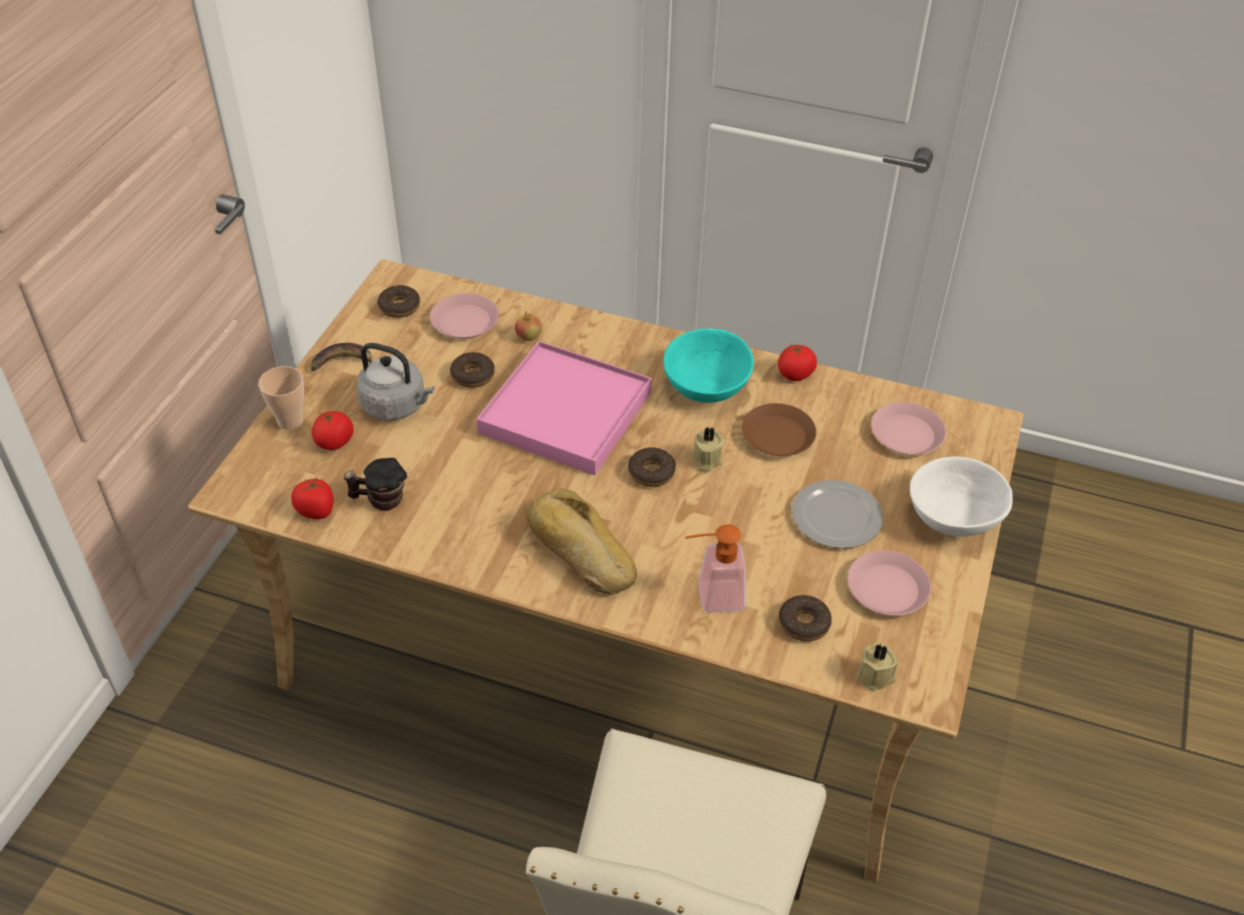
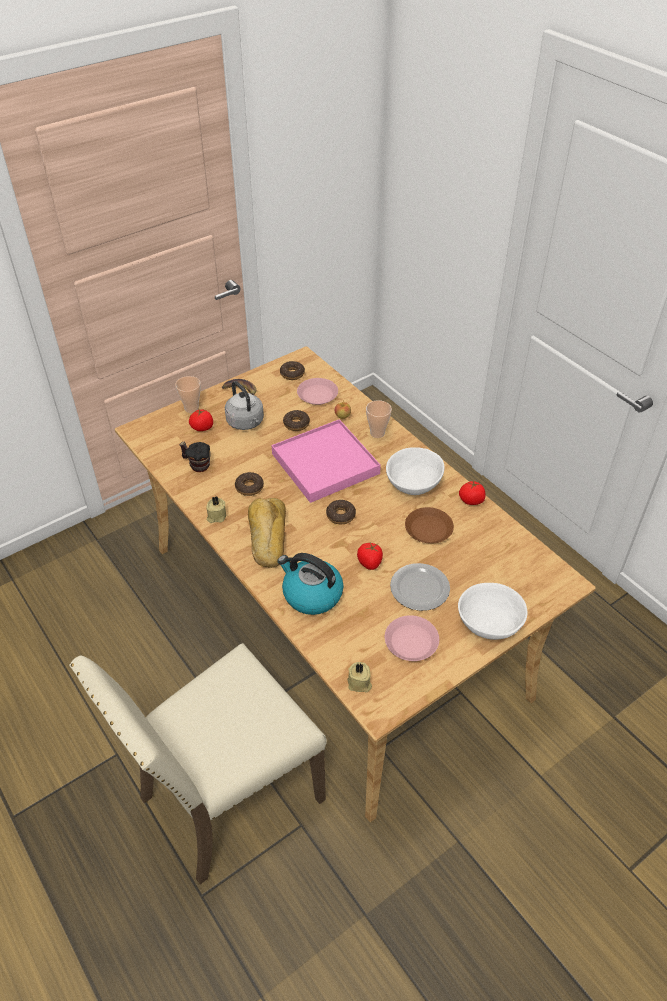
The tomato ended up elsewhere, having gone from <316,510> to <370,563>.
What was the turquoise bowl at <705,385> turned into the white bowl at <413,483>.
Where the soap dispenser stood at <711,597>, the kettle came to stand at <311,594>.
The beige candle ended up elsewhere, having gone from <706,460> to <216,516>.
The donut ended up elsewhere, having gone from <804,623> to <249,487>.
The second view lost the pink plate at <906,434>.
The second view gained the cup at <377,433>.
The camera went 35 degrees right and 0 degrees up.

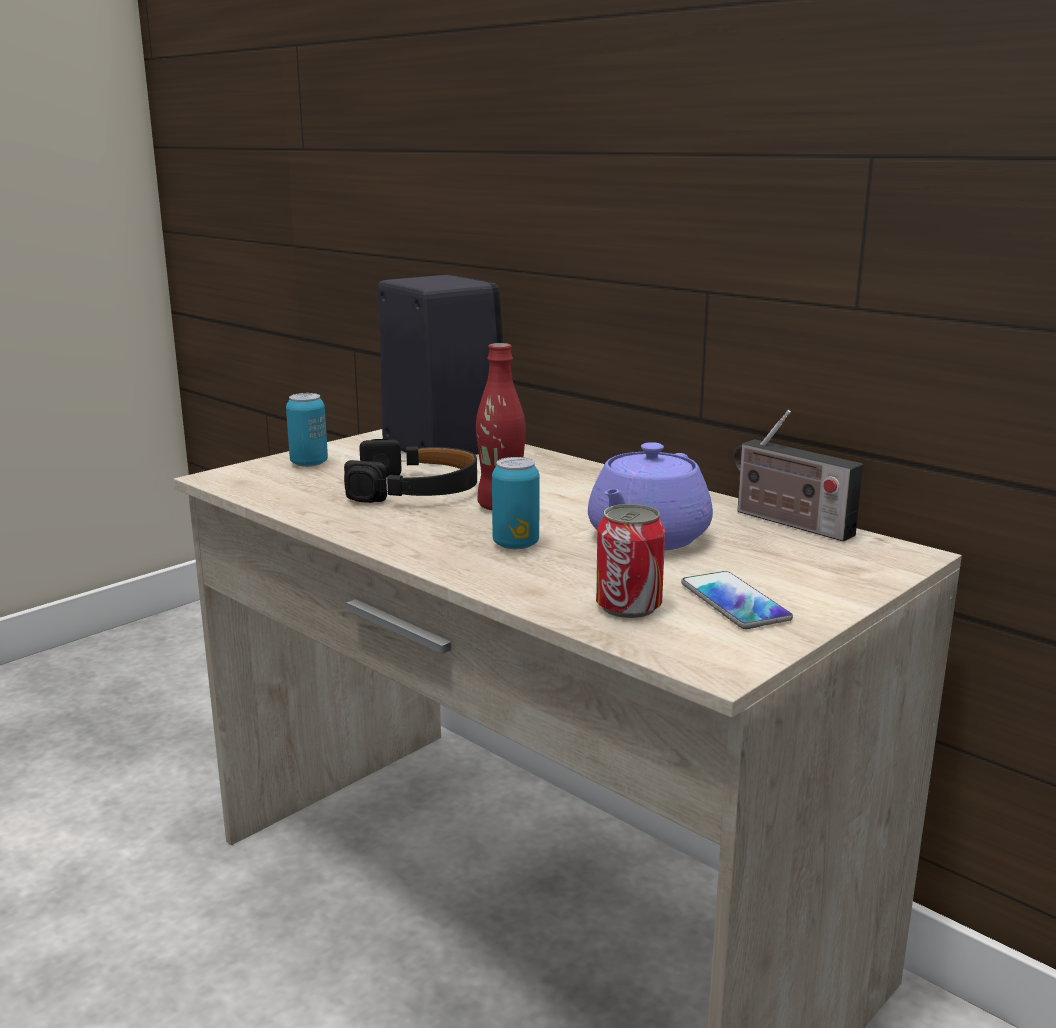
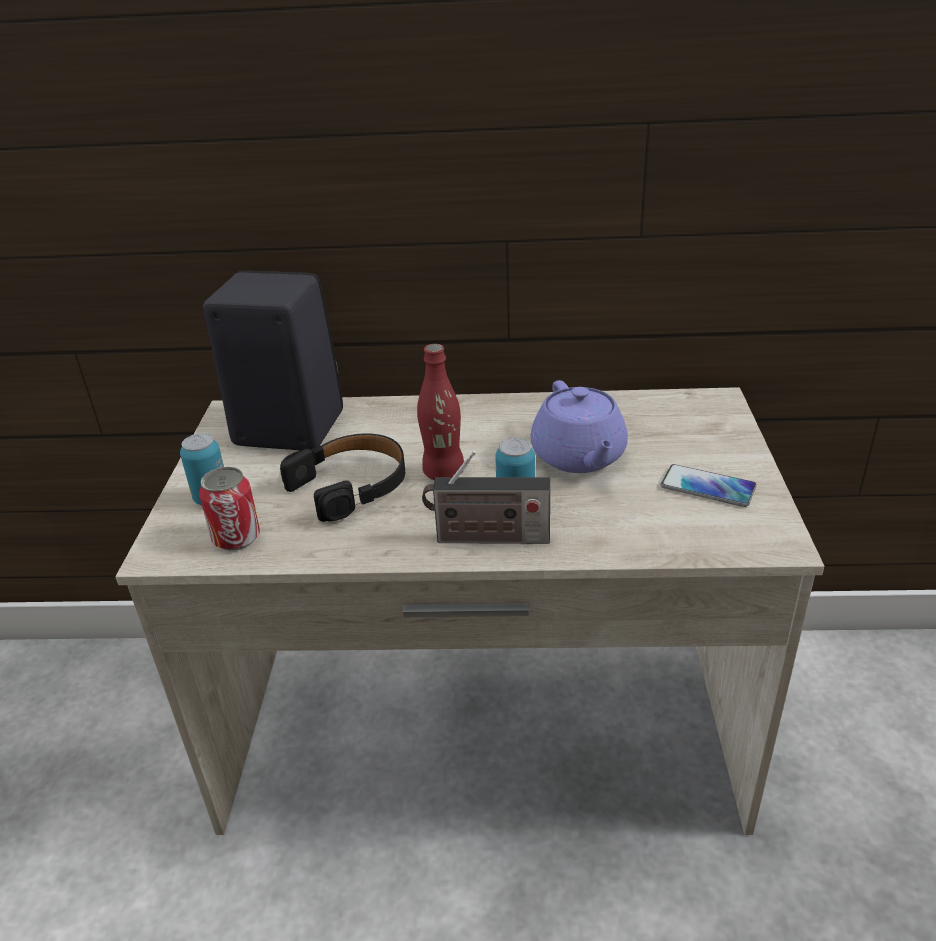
The can ended up elsewhere, having gone from <628,606> to <236,537>.
The radio ended up elsewhere, having gone from <787,522> to <487,538>.
The camera went 40 degrees left and 15 degrees up.

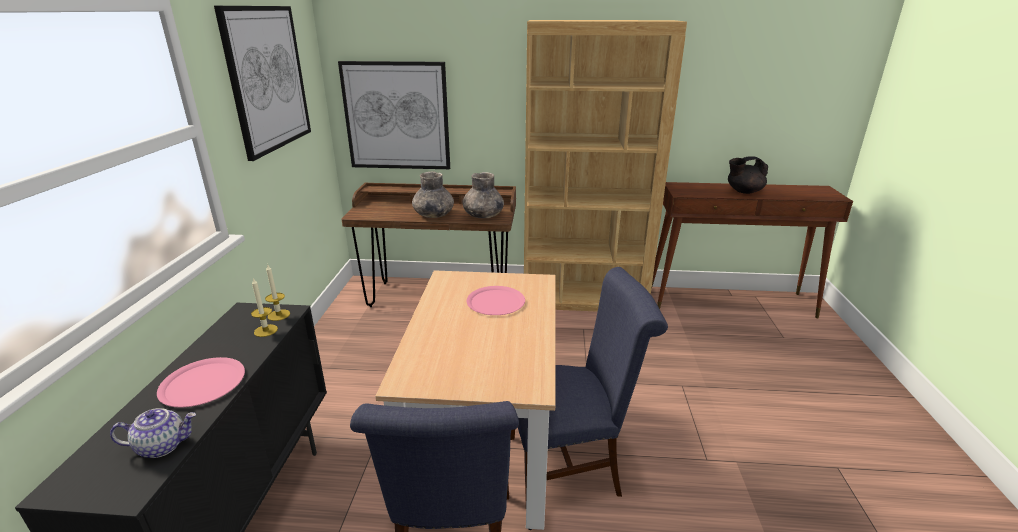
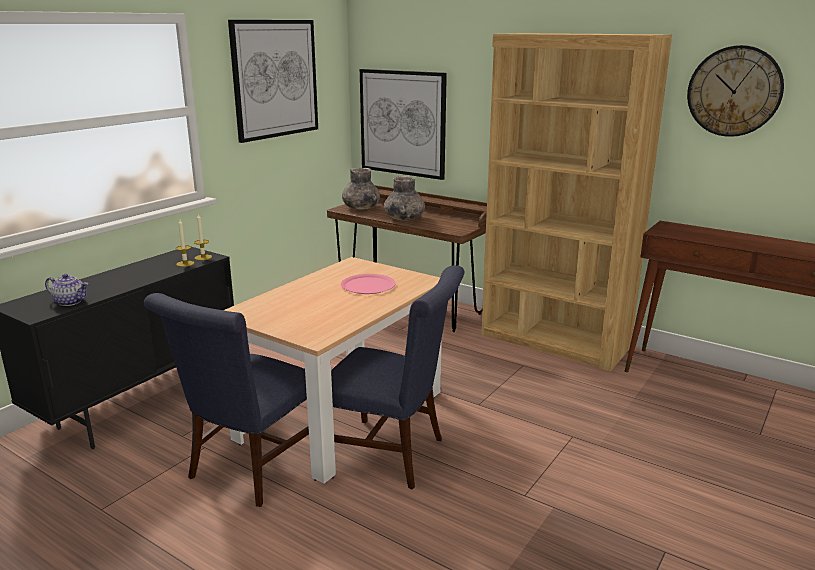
The second view lost the pink plate at <202,383>.
The grey vase ended up elsewhere, having gone from <483,215> to <361,208>.
The second view lost the black teapot at <743,191>.
The second view gained the wall clock at <734,91>.
The camera went 30 degrees right and 5 degrees down.

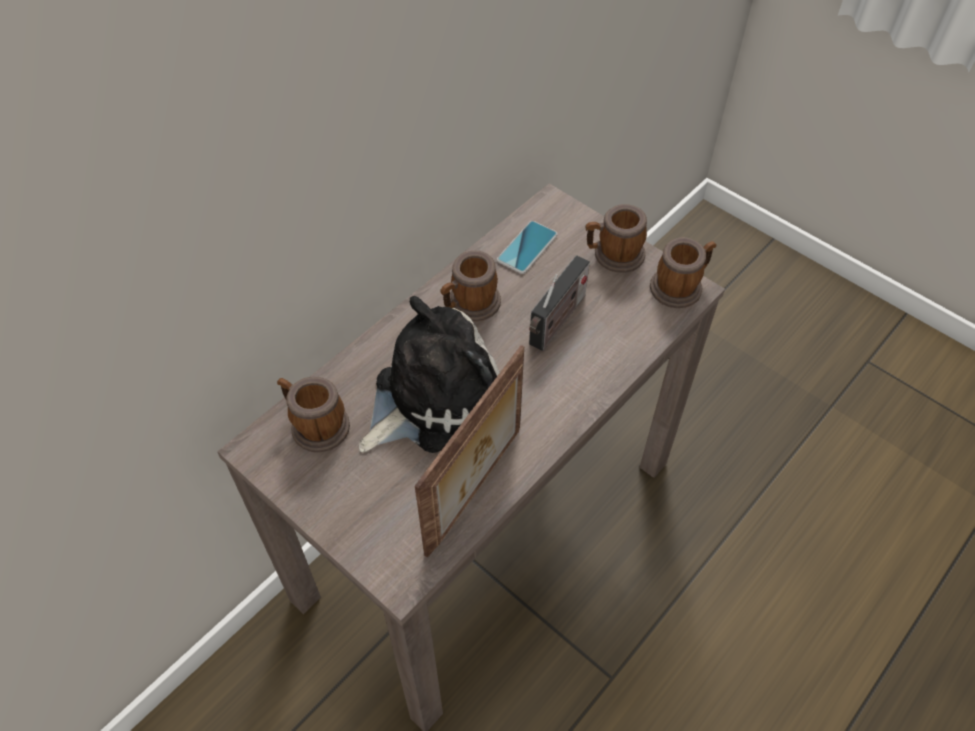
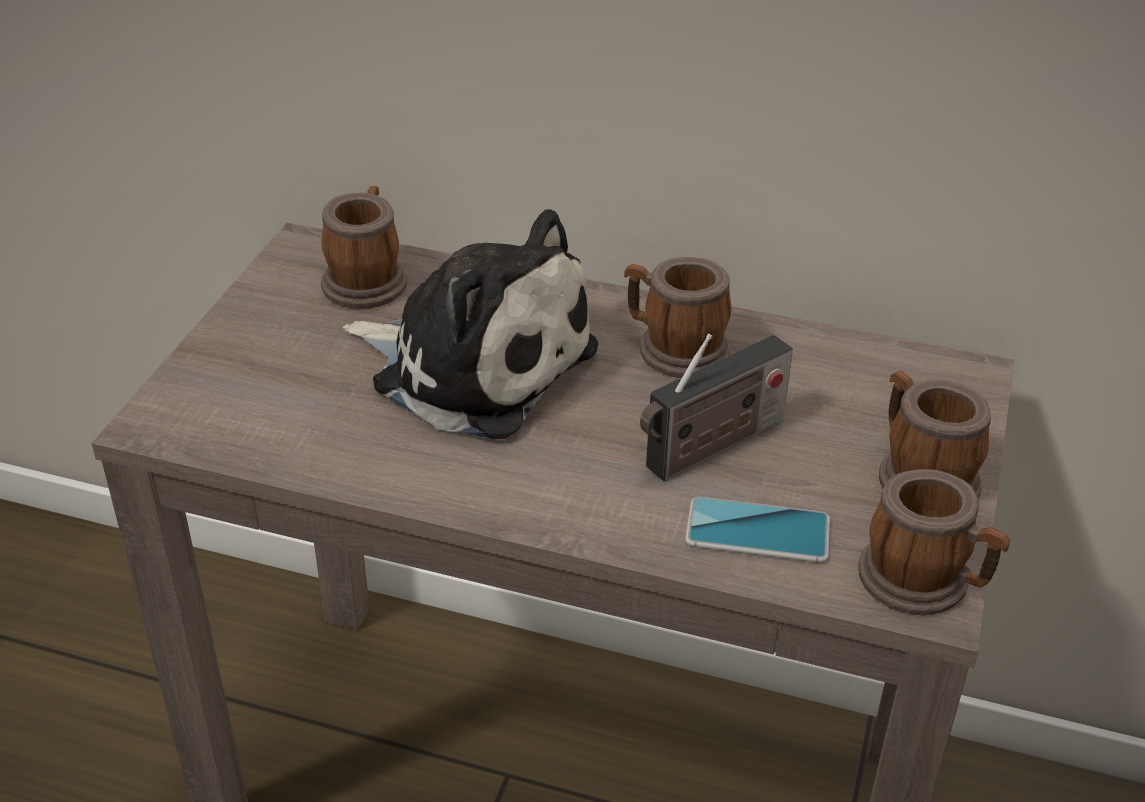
The second view lost the picture frame at <477,489>.
The phone ended up elsewhere, having gone from <527,248> to <757,531>.
The radio at <556,323> ended up facing another way, 45 degrees counterclockwise from before.
The camera went 65 degrees right and 15 degrees down.

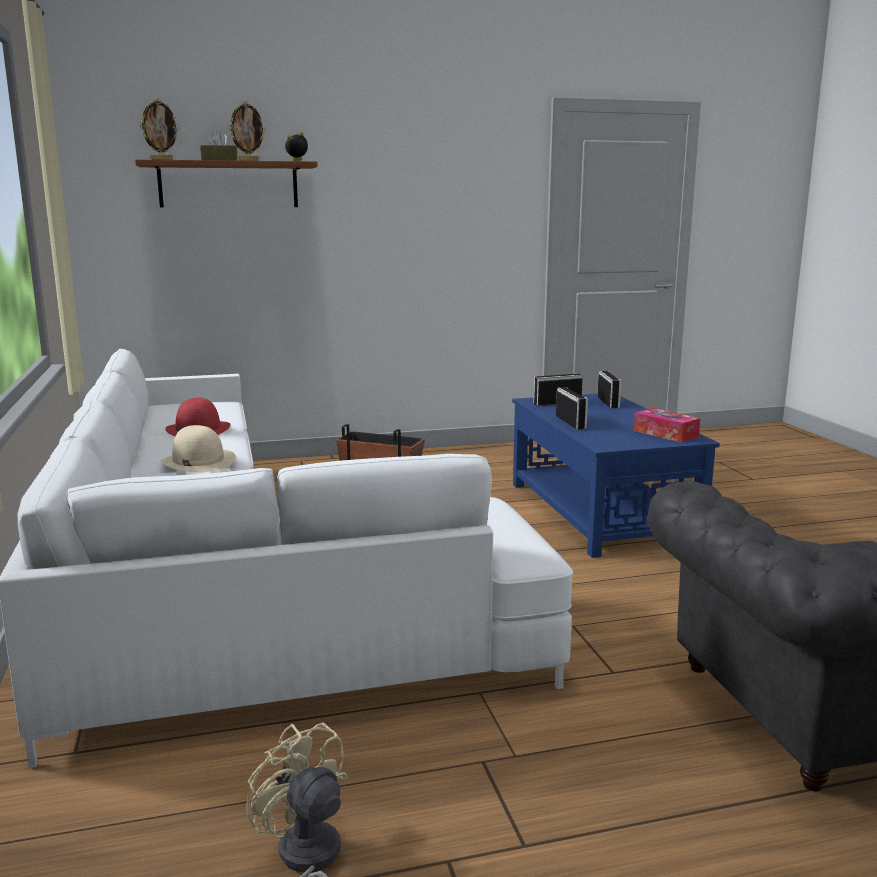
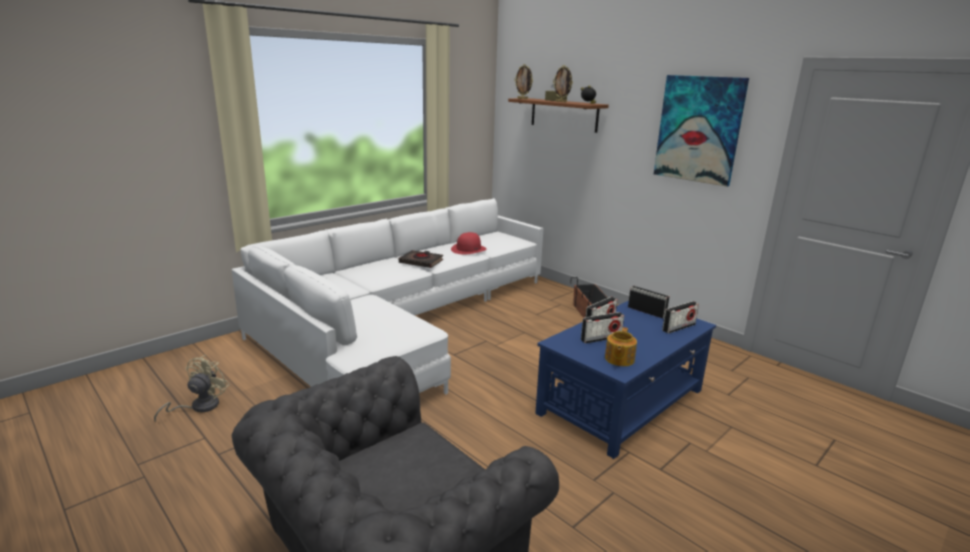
Where the beige hat stood at <198,461>, the black book came to stand at <421,262>.
Where the tissue box stood at <665,434>, the teapot came to stand at <619,359>.
The second view gained the radio at <601,338>.
The second view gained the picture at <698,129>.
The camera went 60 degrees right and 5 degrees up.

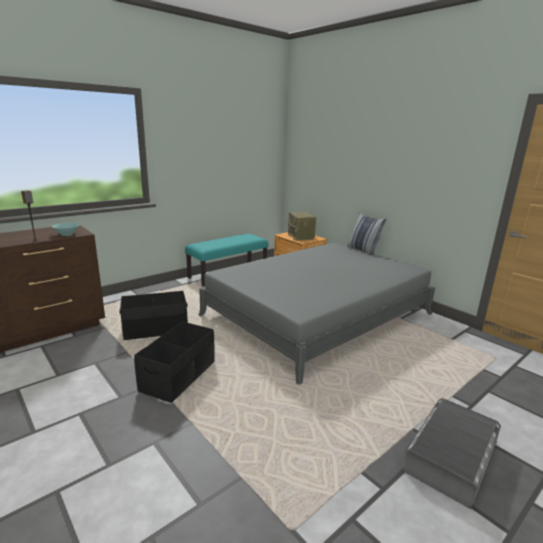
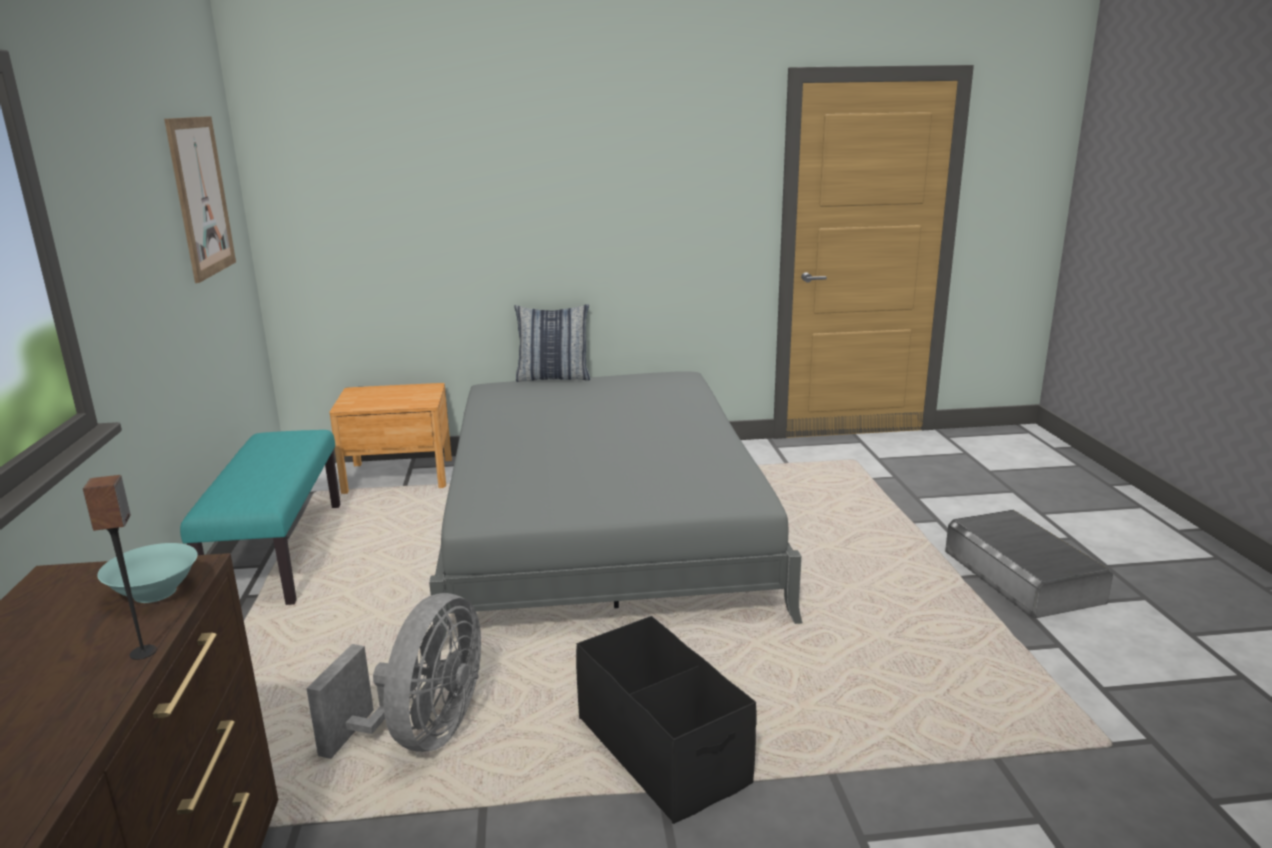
Where the black storage box stood at <156,329>, the grey fan came to stand at <422,733>.
The second view lost the radio at <301,237>.
The second view gained the picture at <201,197>.
The camera went 55 degrees left and 0 degrees up.

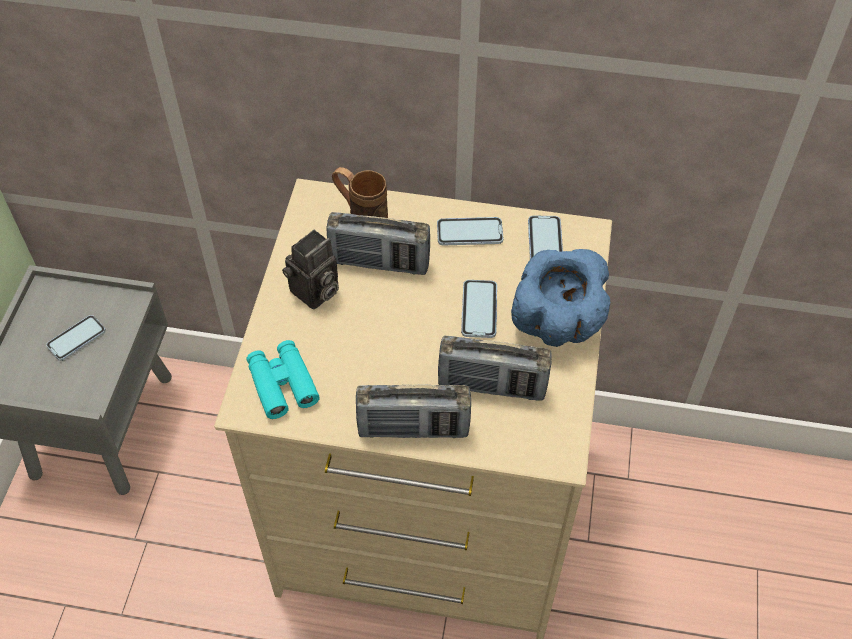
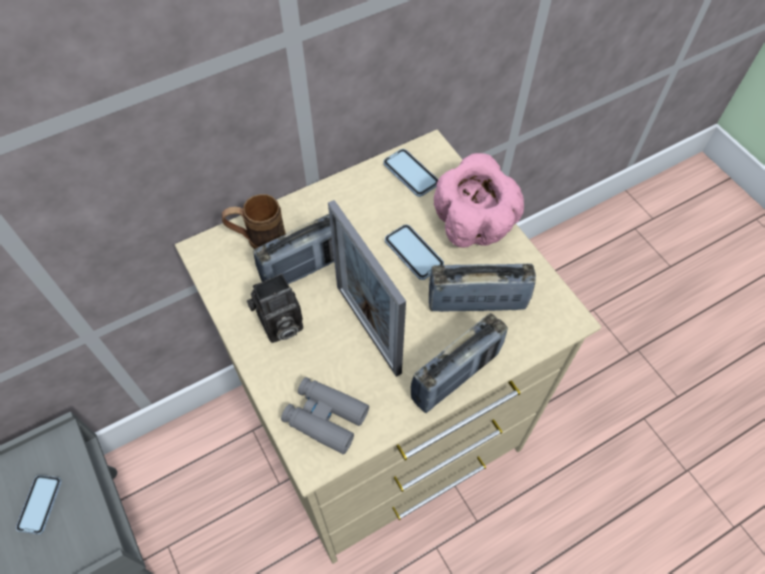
What was the turquoise binoculars at <282,384> turned into the grey binoculars at <325,417>.
The photo camera at <314,293> ended up facing another way, 60 degrees clockwise from before.
The second view lost the phone at <469,233>.
The radio at <492,386> ended up facing another way, 150 degrees counterclockwise from before.
What was the blue bowl at <559,322> turned into the pink bowl at <474,223>.
The second view gained the picture frame at <368,329>.
The camera went 40 degrees left and 5 degrees up.

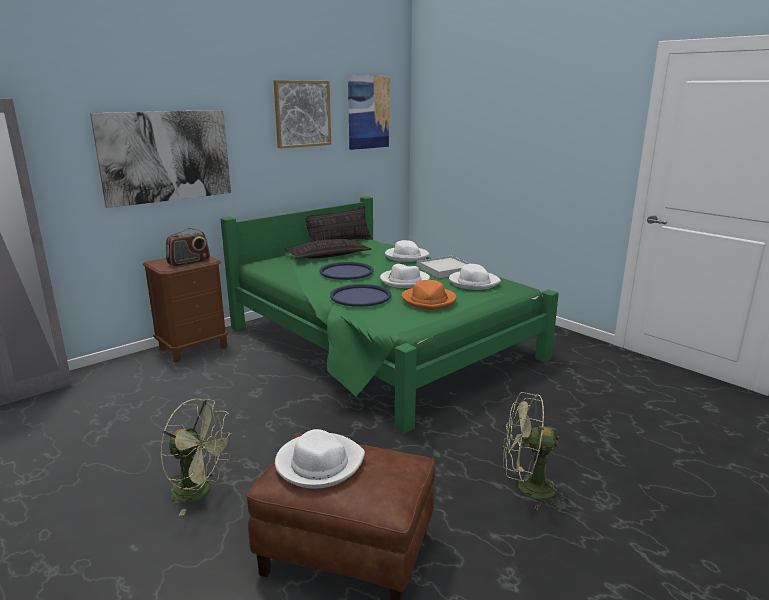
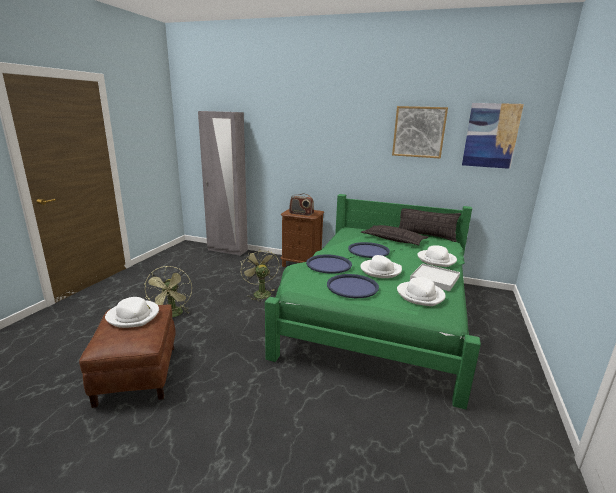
The second view lost the picture at <166,156>.
Where the orange hat stood at <429,300>, the blue tray came to stand at <352,286>.
The green fan ended up elsewhere, having gone from <527,489> to <260,293>.
The camera went 60 degrees right and 0 degrees up.

